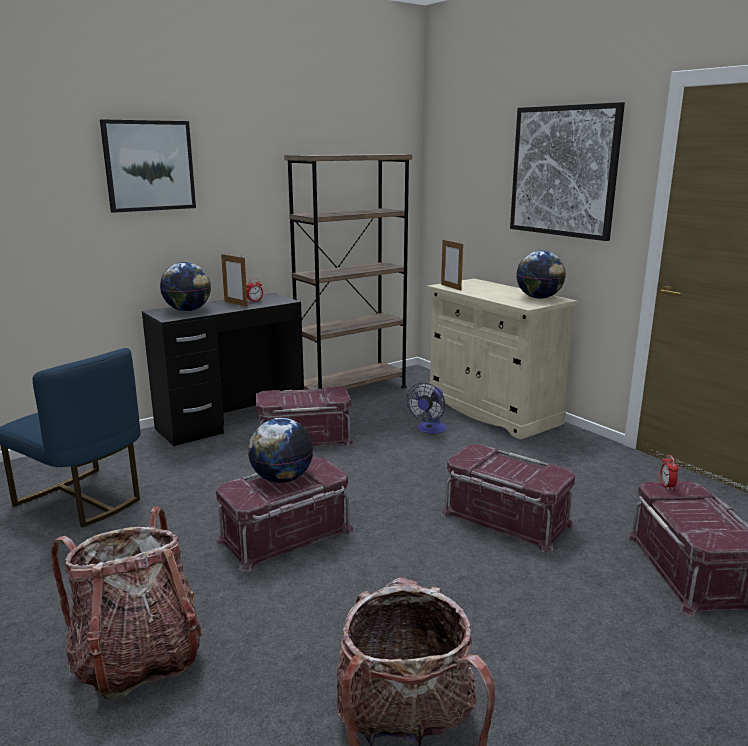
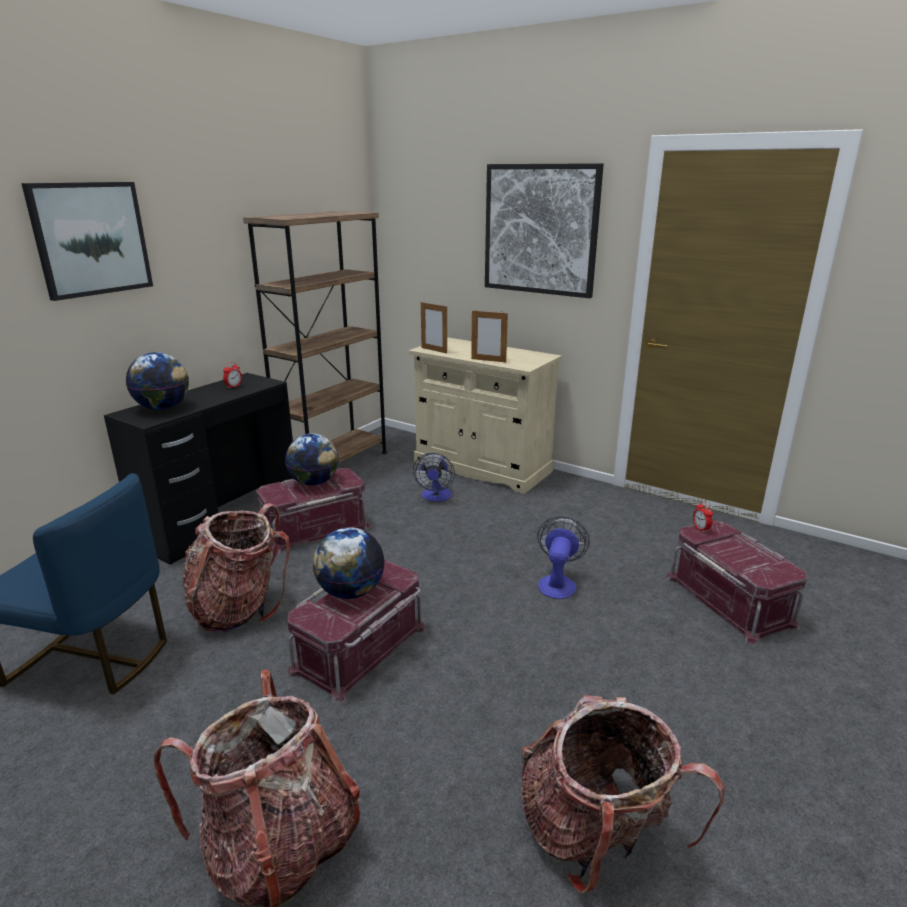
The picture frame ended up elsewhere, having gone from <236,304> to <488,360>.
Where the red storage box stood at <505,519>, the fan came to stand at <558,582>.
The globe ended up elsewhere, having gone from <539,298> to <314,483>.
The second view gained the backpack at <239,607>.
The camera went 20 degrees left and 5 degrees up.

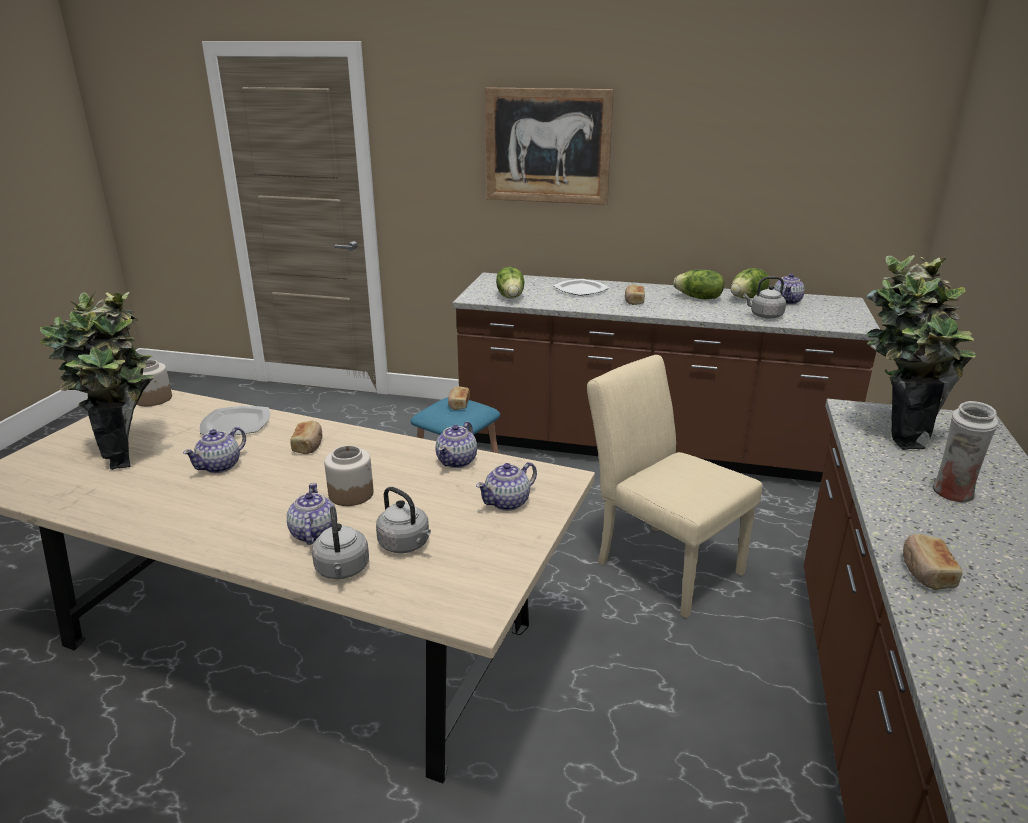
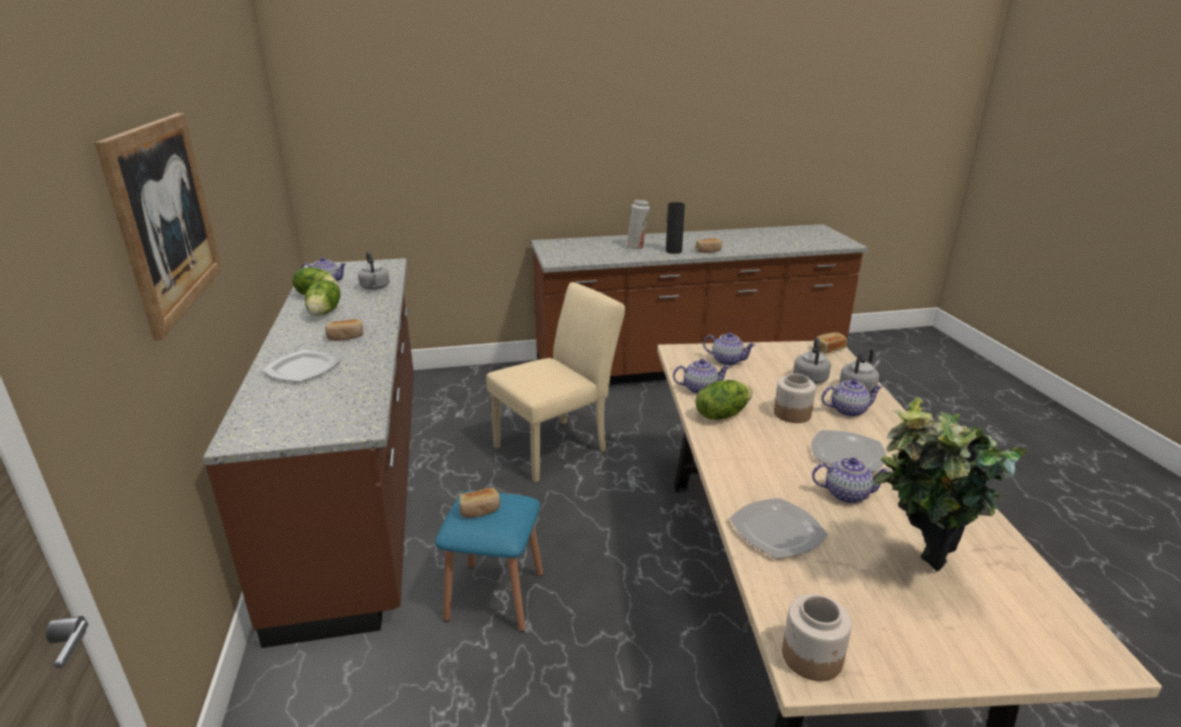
The teapot at <313,534> ended up facing another way, 150 degrees counterclockwise from before.
The bread ended up elsewhere, having gone from <308,445> to <828,349>.
The lettuce ended up elsewhere, having gone from <511,297> to <721,414>.
The beige chair at <660,563> ended up facing another way, 150 degrees counterclockwise from before.
The second view lost the potted plant at <893,431>.
The second view gained the black vase at <673,251>.
The second view gained the plate at <847,454>.
The camera went 115 degrees left and 0 degrees up.

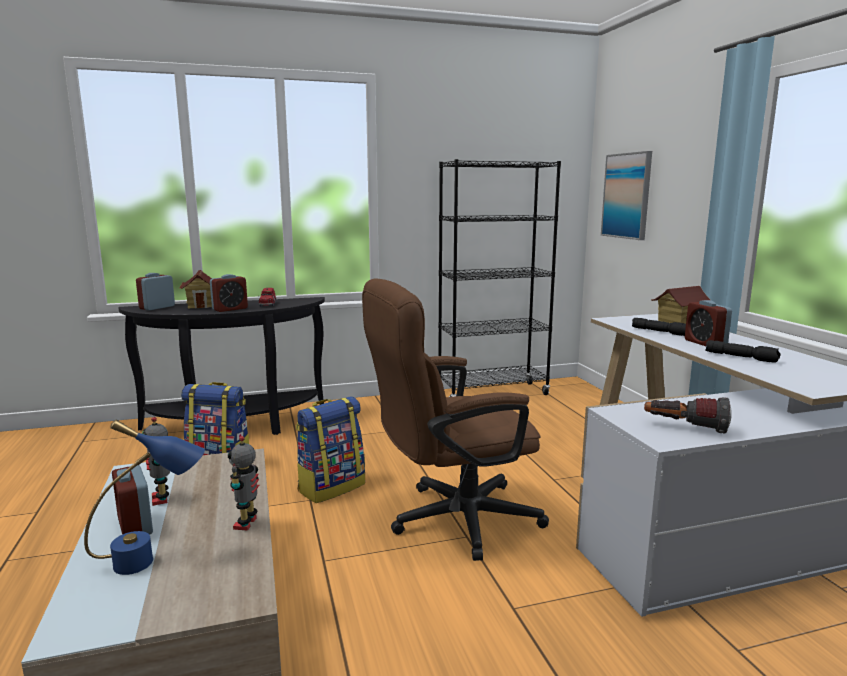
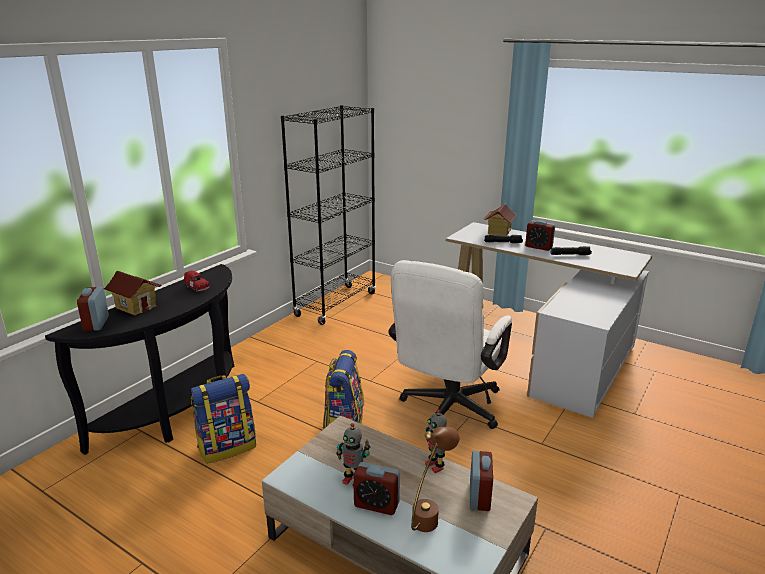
What was the blue table lamp at <153,560> turned into the brown table lamp at <430,513>.
The alarm clock ended up elsewhere, having gone from <230,309> to <479,496>.
What was the brown office chair at <452,520> turned into the white office chair at <447,411>.
The second view lost the picture at <627,196>.
The second view lost the flashlight at <684,428>.
The camera went 40 degrees left and 10 degrees up.

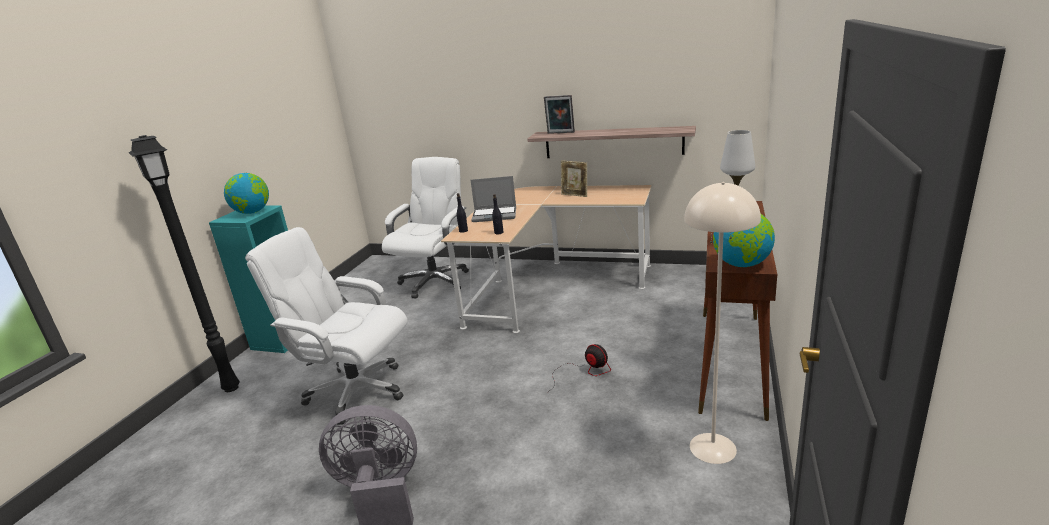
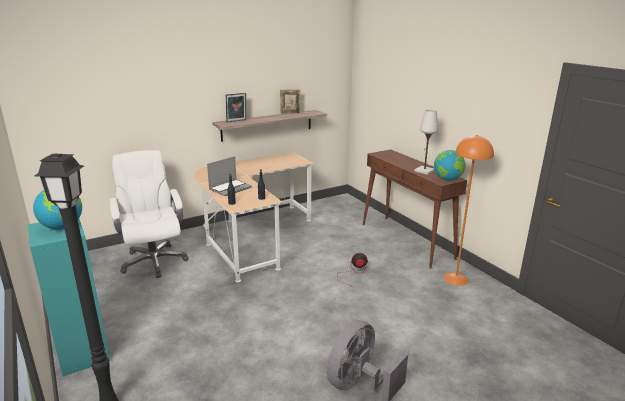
The second view lost the white office chair at <355,391>.
The picture frame ended up elsewhere, having gone from <575,195> to <290,114>.
What was the beige floor lamp at <712,448> turned into the orange floor lamp at <456,279>.
The camera went 50 degrees left and 0 degrees up.

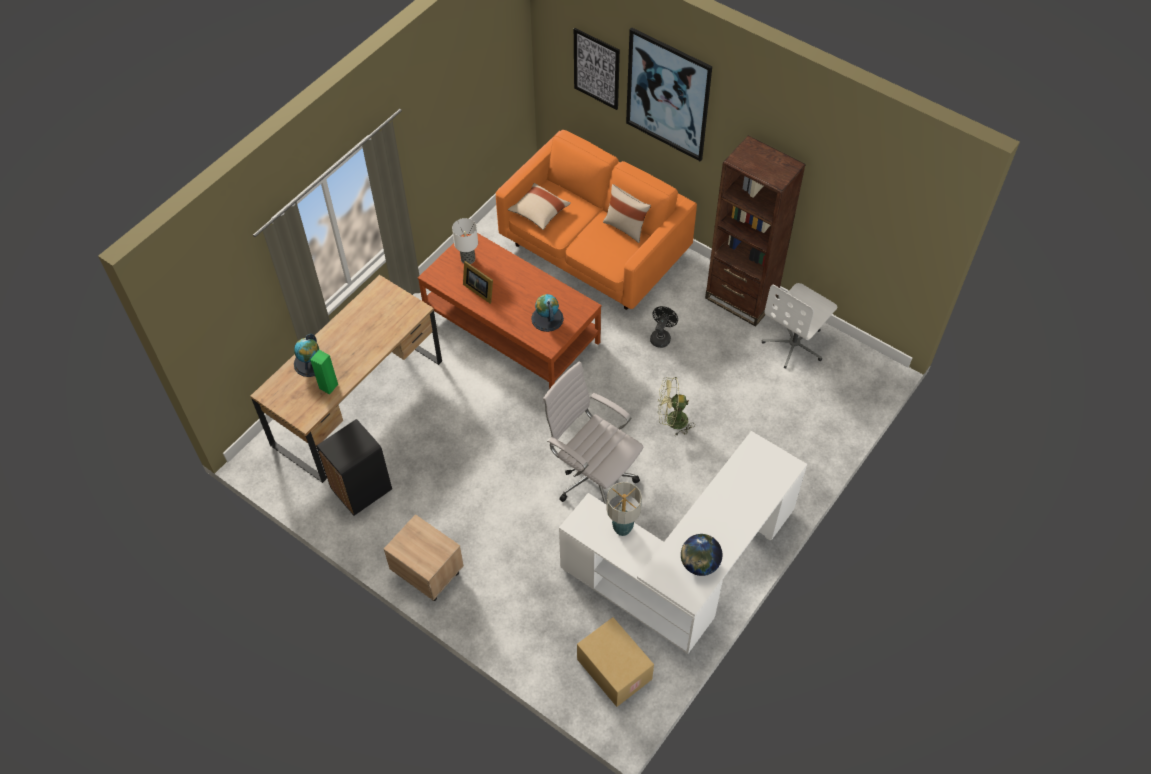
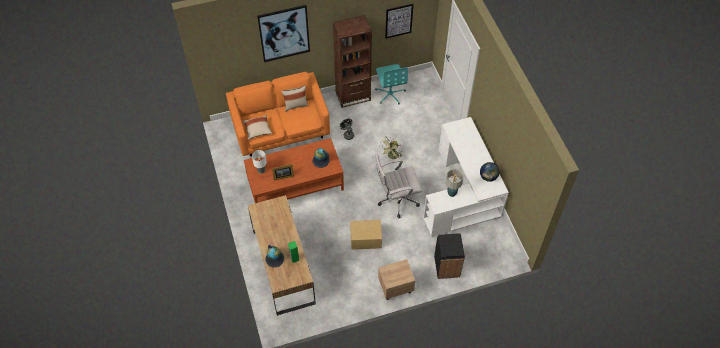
The black trash can ended up elsewhere, having gone from <361,489> to <446,267>.
The picture ended up elsewhere, having gone from <596,69> to <398,21>.
The cardboard box ended up elsewhere, having gone from <613,669> to <365,239>.
What was the white office chair at <794,344> turned into the turquoise office chair at <390,93>.
The camera went 55 degrees left and 0 degrees up.

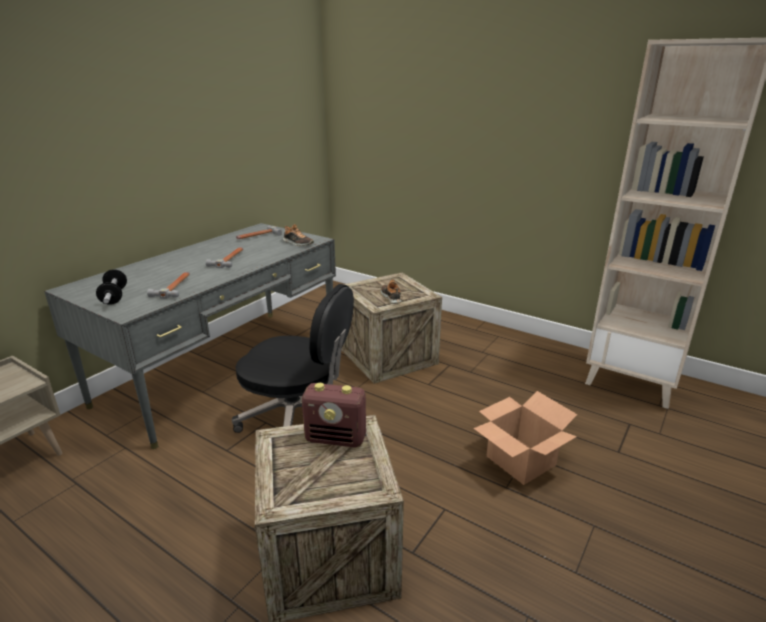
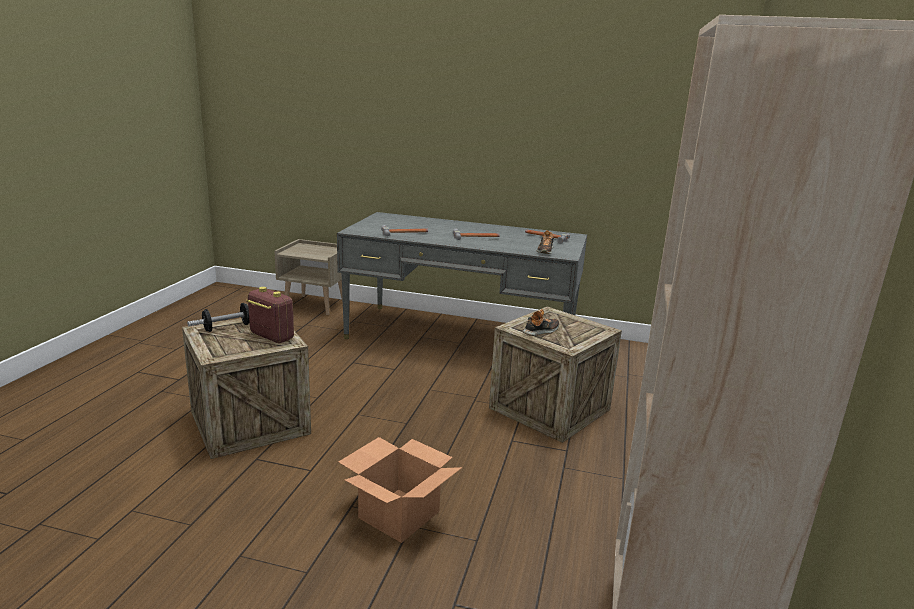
The dumbbell ended up elsewhere, having gone from <114,296> to <227,327>.
The second view lost the black office chair at <298,420>.
The radio at <336,439> ended up facing another way, 135 degrees clockwise from before.
The camera went 70 degrees right and 5 degrees down.

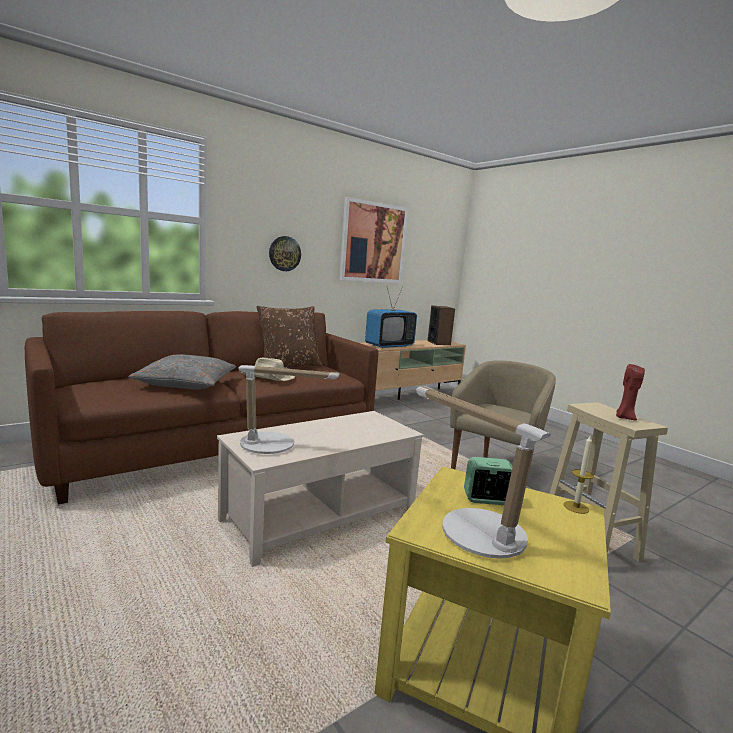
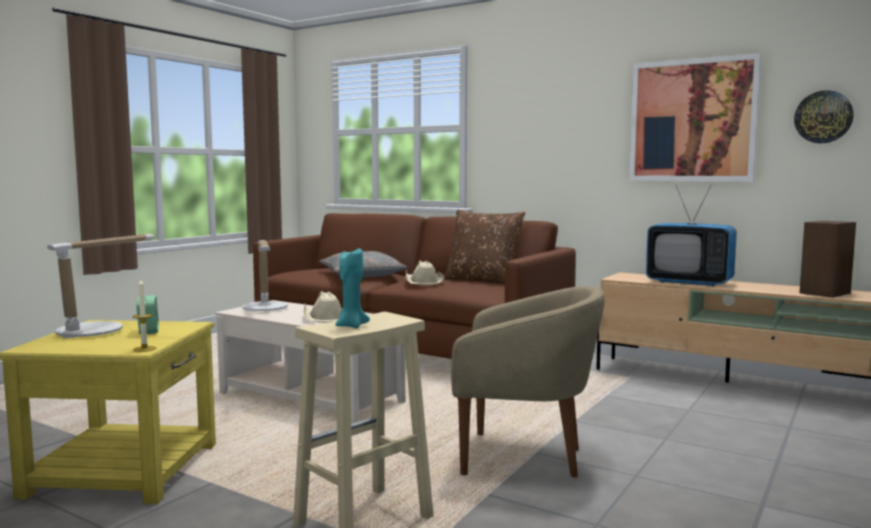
The wall clock ended up elsewhere, having gone from <284,253> to <823,117>.
What was the red candle at <624,418> turned into the turquoise candle at <351,326>.
The second view gained the beige hat at <325,317>.
The camera went 70 degrees right and 5 degrees down.

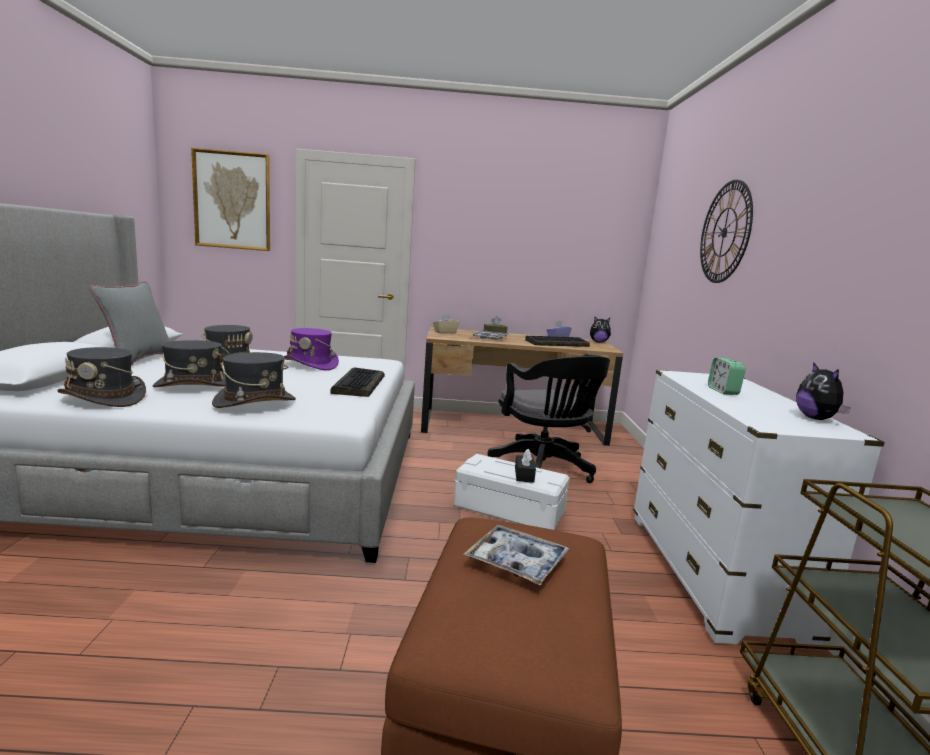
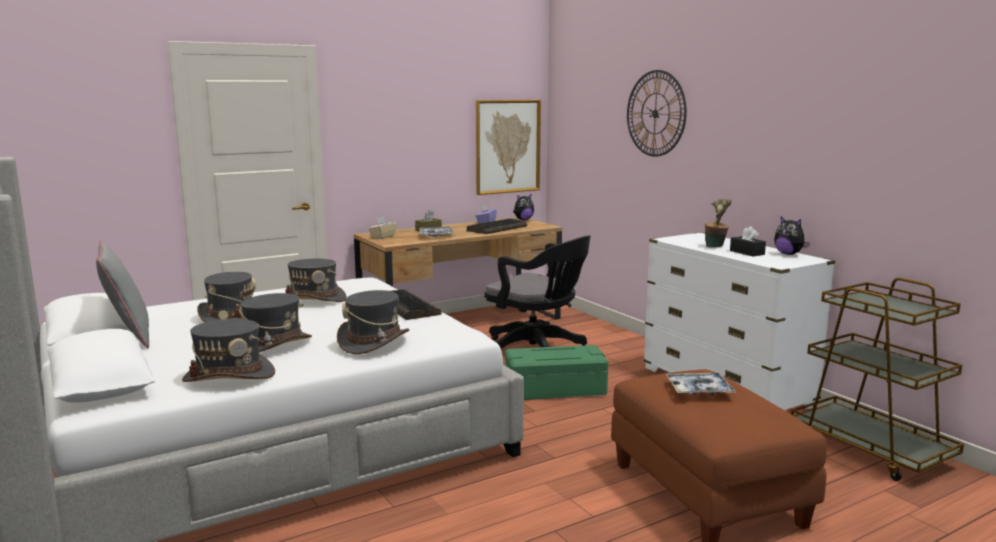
The picture ended up elsewhere, having gone from <232,200> to <507,146>.
What was the purple hat at <311,364> turned into the grey hat at <314,299>.
What was the white storage box at <510,509> turned into the green storage box at <555,389>.
The black tissue box ended up elsewhere, having gone from <524,475> to <747,252>.
Where the alarm clock stood at <723,391>, the potted plant came to stand at <716,247>.
The camera went 30 degrees left and 0 degrees up.

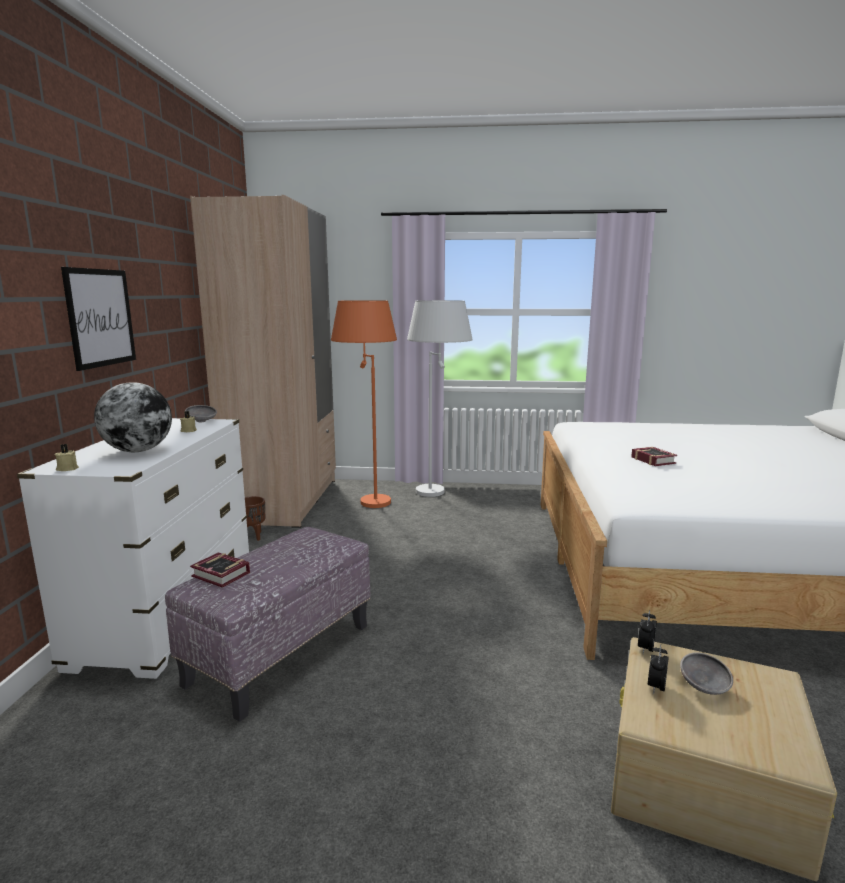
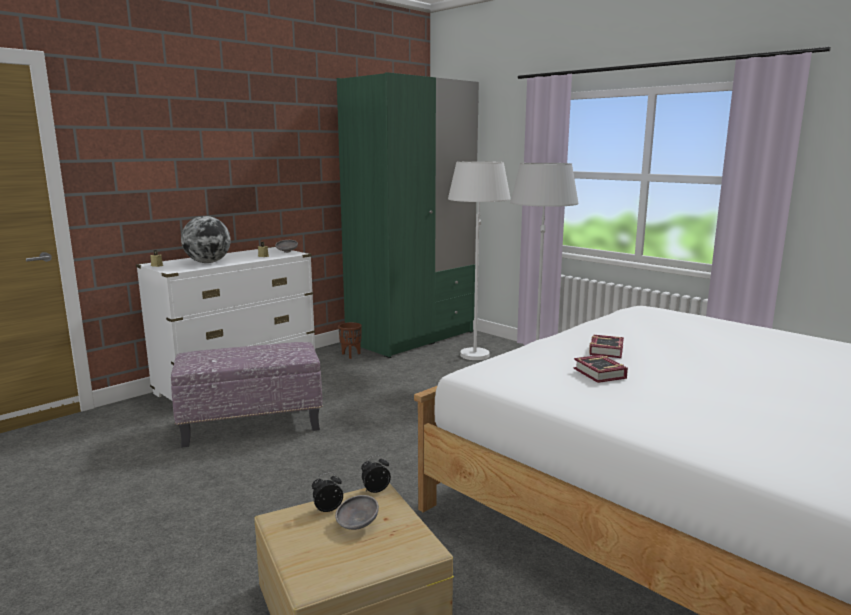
The second view lost the picture at <100,317>.
What was the beige wardrobe at <284,500> turned into the green wardrobe at <411,337>.
The book ended up elsewhere, having gone from <221,576> to <599,374>.
What was the orange floor lamp at <368,497> turned into the white floor lamp at <475,350>.
The camera went 40 degrees right and 0 degrees up.

